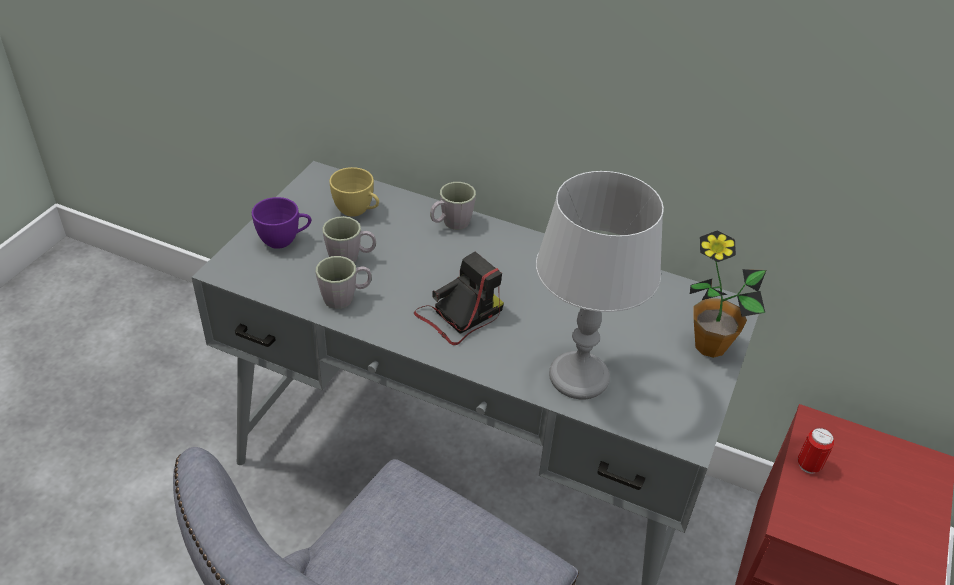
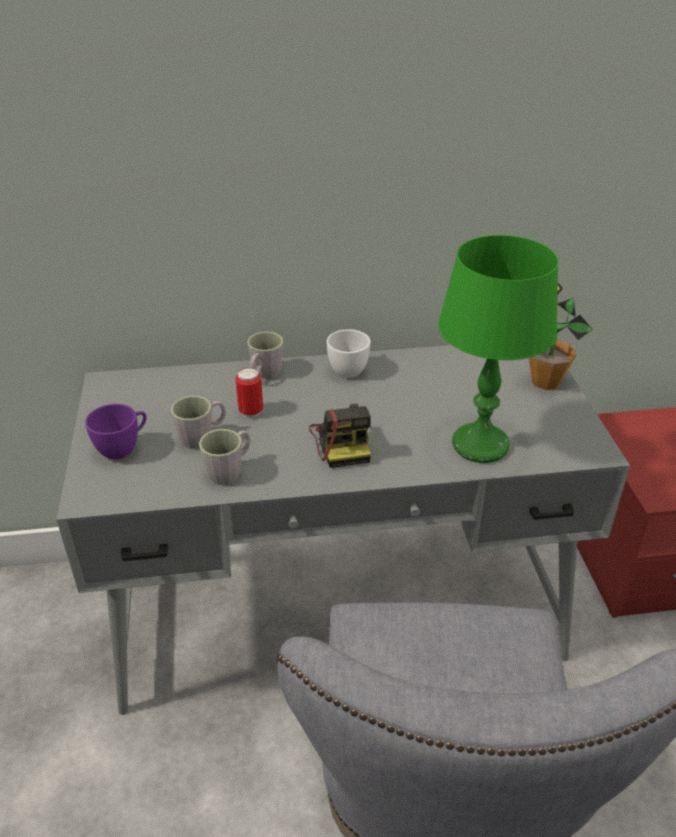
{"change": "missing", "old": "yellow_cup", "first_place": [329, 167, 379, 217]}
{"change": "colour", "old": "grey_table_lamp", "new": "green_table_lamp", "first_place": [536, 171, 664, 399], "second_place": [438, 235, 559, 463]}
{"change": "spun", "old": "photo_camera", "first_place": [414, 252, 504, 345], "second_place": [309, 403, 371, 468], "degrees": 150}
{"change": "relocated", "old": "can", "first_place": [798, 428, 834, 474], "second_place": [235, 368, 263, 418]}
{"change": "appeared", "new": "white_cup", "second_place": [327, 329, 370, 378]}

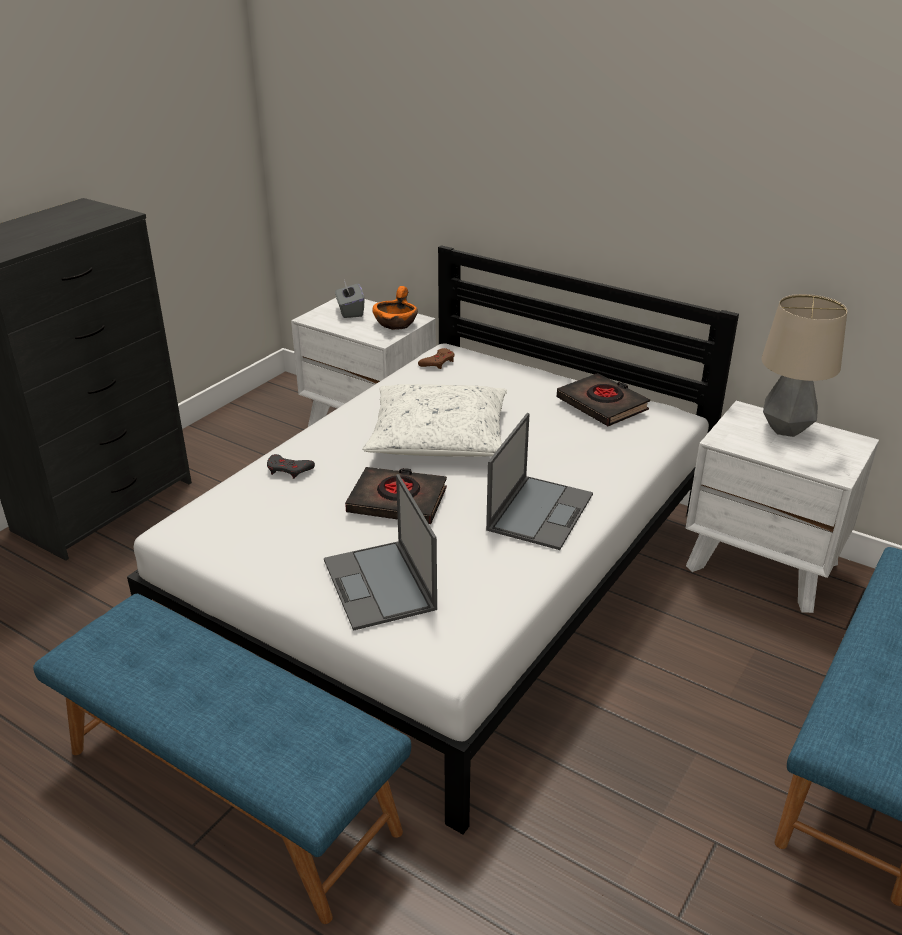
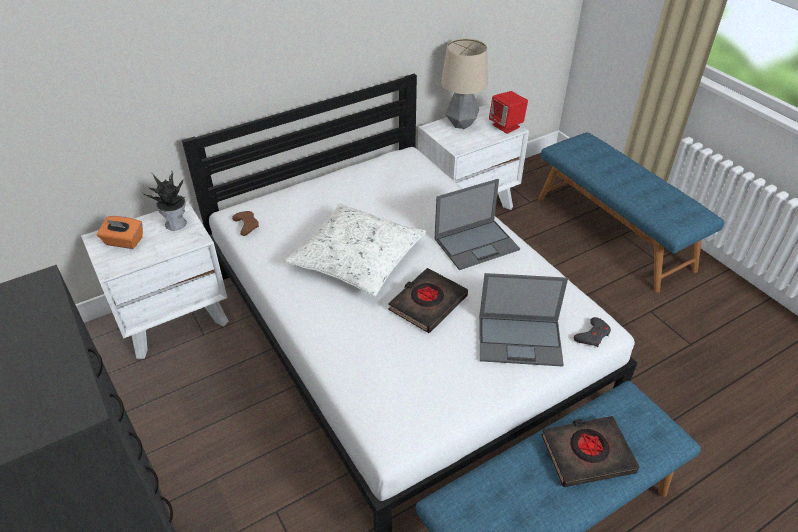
{"change": "colour", "old": "grey_tissue_box", "new": "orange_tissue_box", "first_place": [335, 280, 365, 318], "second_place": [97, 216, 143, 249]}
{"change": "exchanged", "old": "orange_bowl", "new": "potted_plant", "first_place": [372, 286, 418, 330], "second_place": [142, 172, 187, 230]}
{"change": "relocated", "old": "black_book", "first_place": [557, 373, 650, 426], "second_place": [541, 416, 640, 487]}
{"change": "spun", "old": "laptop", "first_place": [486, 413, 593, 550], "second_place": [434, 179, 520, 270], "degrees": 105}
{"change": "relocated", "old": "grey_game_controller", "first_place": [267, 454, 315, 479], "second_place": [574, 317, 611, 347]}
{"change": "appeared", "new": "red_speaker", "second_place": [489, 91, 528, 134]}

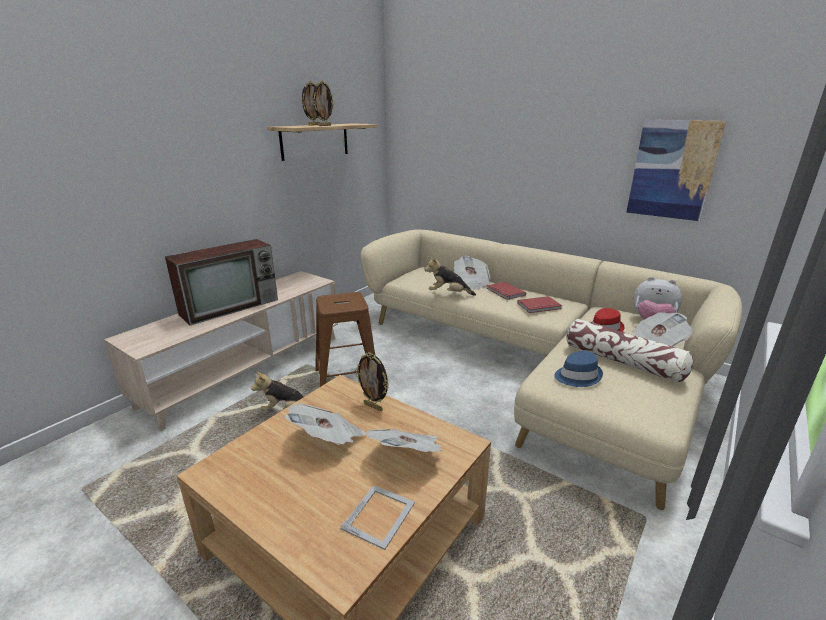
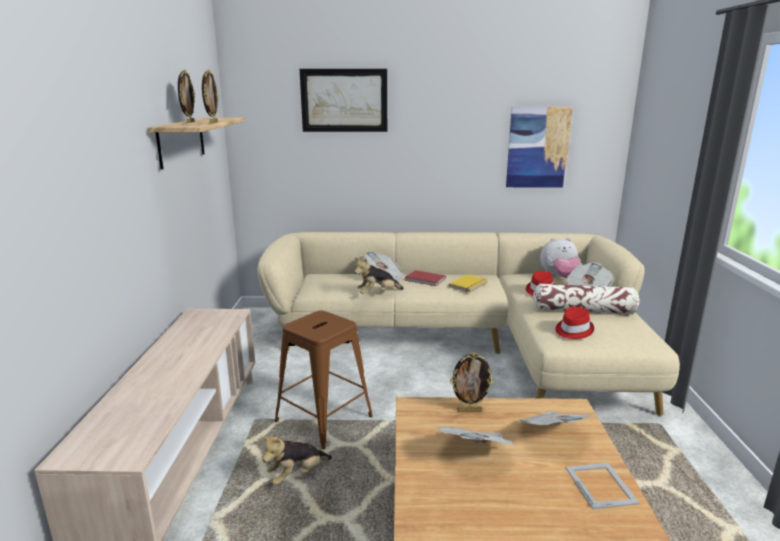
{"change": "missing", "old": "television", "first_place": [165, 239, 278, 325]}
{"change": "colour", "old": "red_book", "new": "yellow_book", "first_place": [517, 296, 562, 313], "second_place": [448, 274, 488, 293]}
{"change": "colour", "old": "blue_hat", "new": "red_hat", "first_place": [554, 351, 603, 387], "second_place": [555, 307, 594, 339]}
{"change": "appeared", "new": "picture", "second_place": [300, 69, 387, 132]}

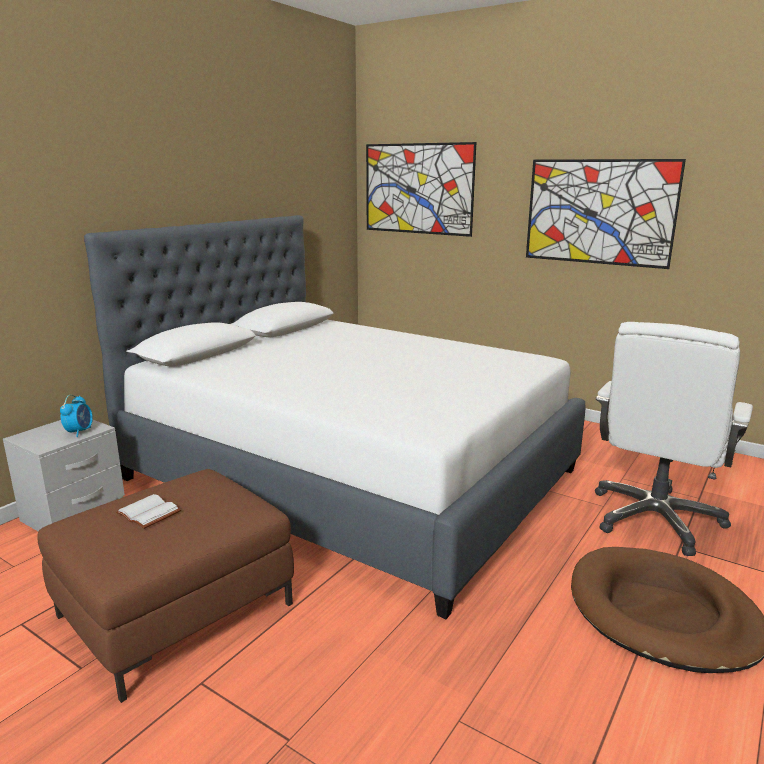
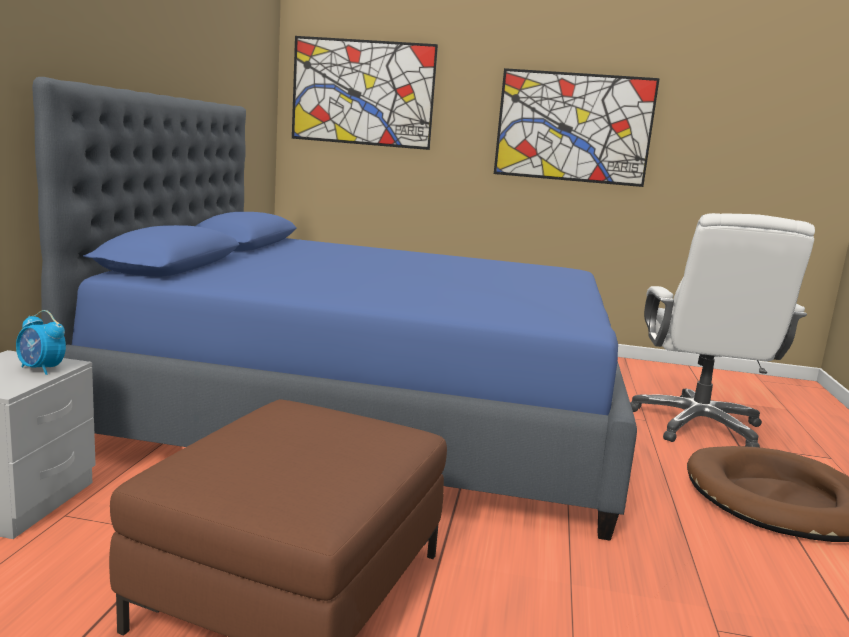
{"change": "colour", "old": "white_bed", "new": "blue_bed", "first_place": [84, 215, 585, 619], "second_place": [32, 77, 637, 541]}
{"change": "spun", "old": "alarm_clock", "first_place": [60, 395, 93, 437], "second_place": [16, 310, 66, 375], "degrees": 135}
{"change": "missing", "old": "white_book", "first_place": [116, 494, 181, 529]}

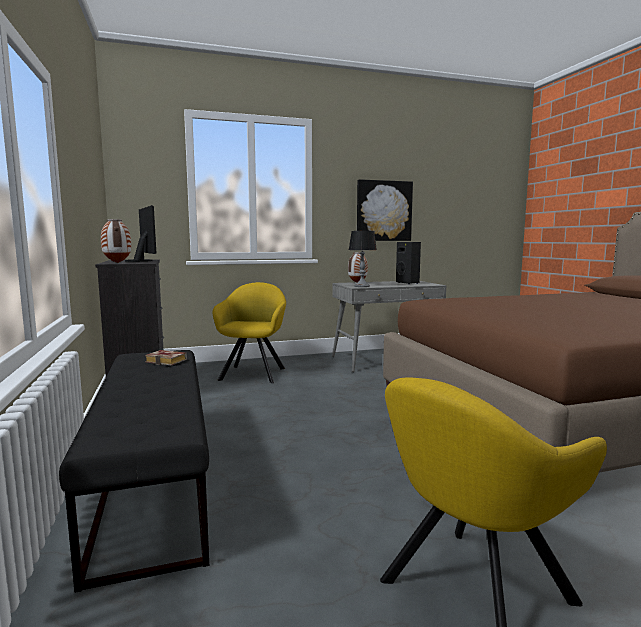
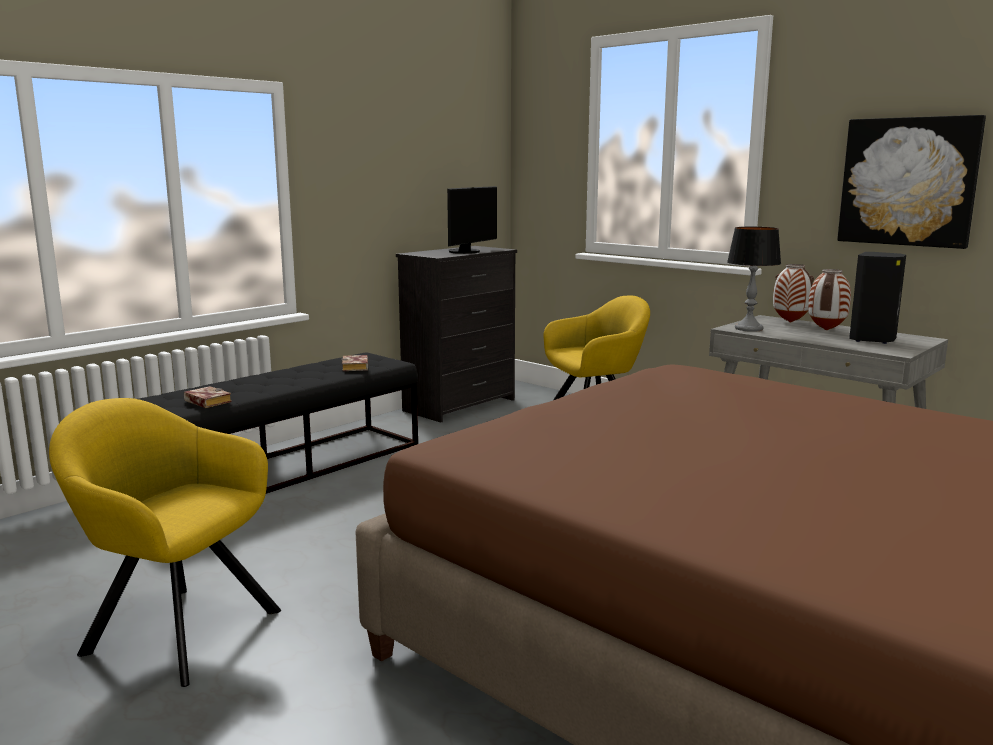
{"change": "relocated", "old": "vase", "first_place": [101, 219, 131, 263], "second_place": [808, 269, 851, 330]}
{"change": "appeared", "new": "book", "second_place": [184, 386, 232, 408]}

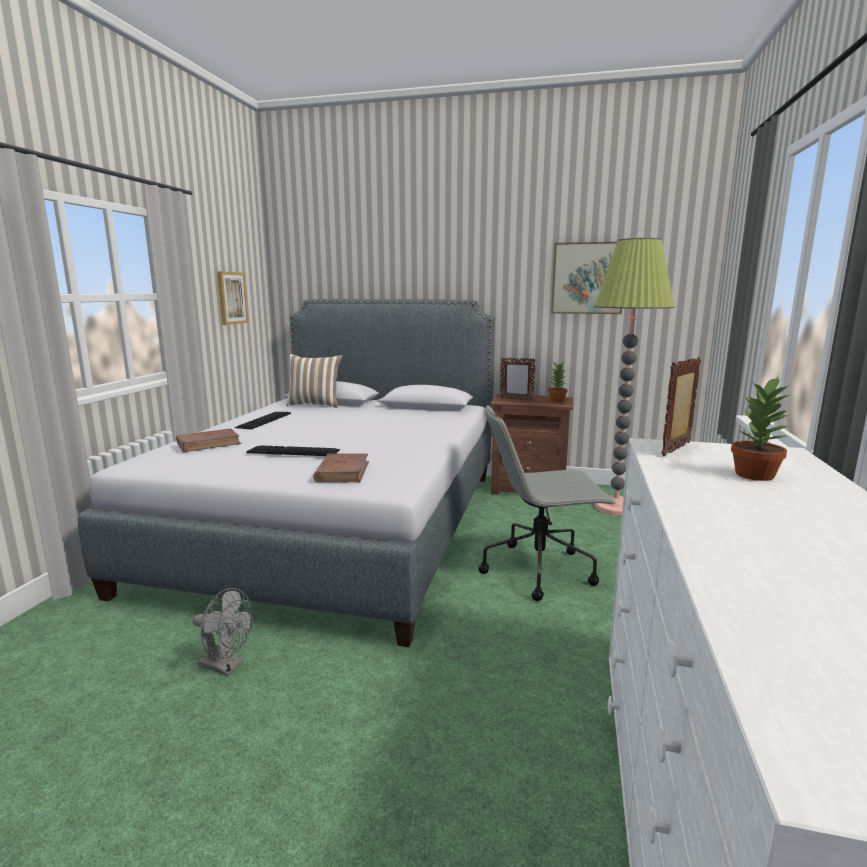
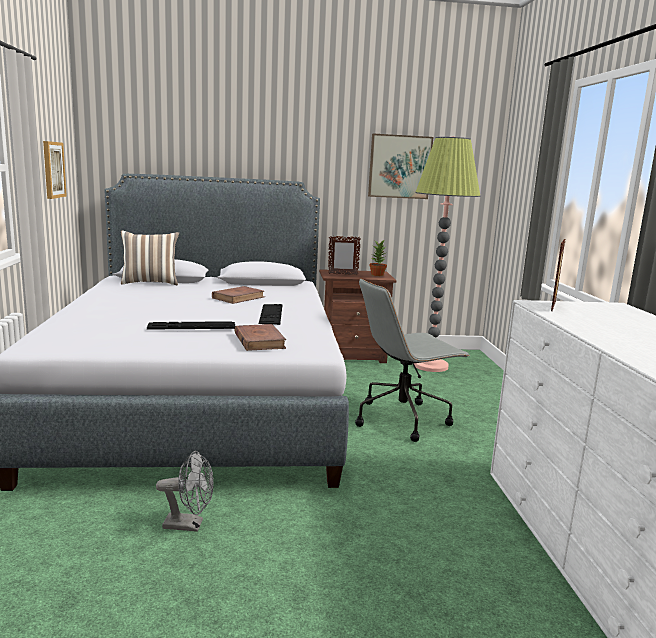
{"change": "missing", "old": "potted_plant", "first_place": [731, 377, 790, 481]}
{"change": "relocated", "old": "keyboard", "first_place": [234, 412, 291, 429], "second_place": [259, 304, 282, 325]}
{"change": "relocated", "old": "brown_book", "first_place": [176, 428, 242, 452], "second_place": [212, 286, 265, 304]}

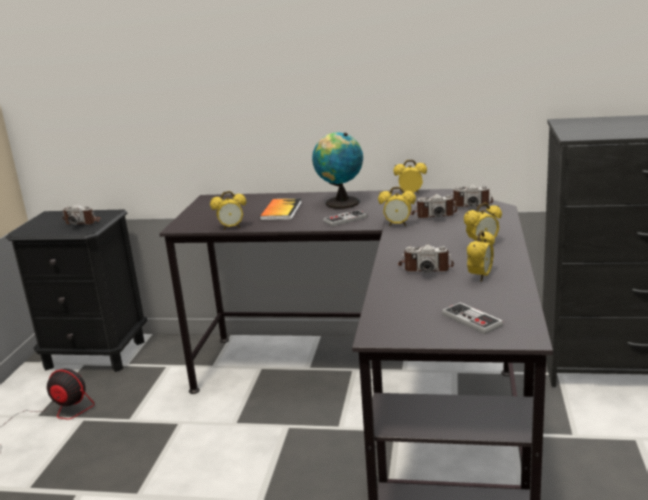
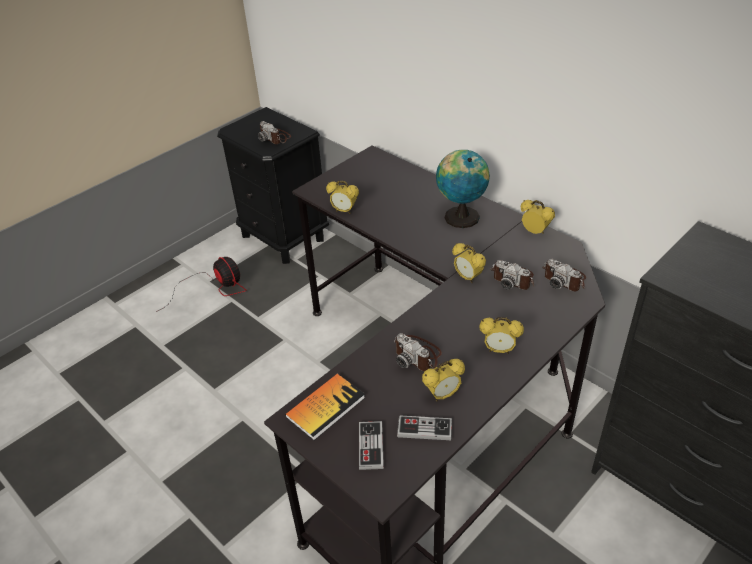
{"change": "relocated", "old": "book", "first_place": [260, 198, 302, 220], "second_place": [285, 374, 365, 440]}
{"change": "relocated", "old": "game_controller", "first_place": [323, 210, 367, 227], "second_place": [397, 415, 452, 440]}

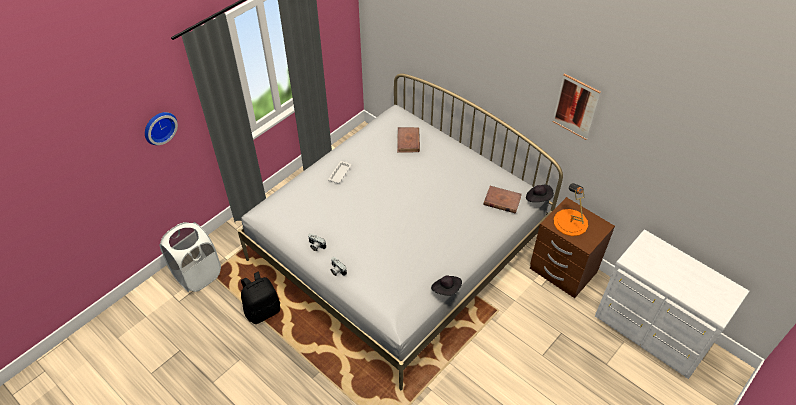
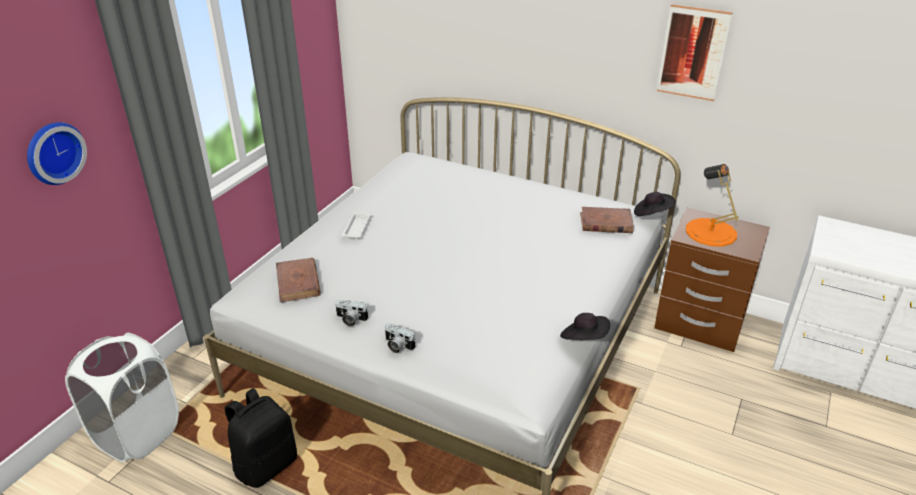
{"change": "relocated", "old": "brown_book", "first_place": [397, 127, 420, 153], "second_place": [276, 258, 321, 302]}

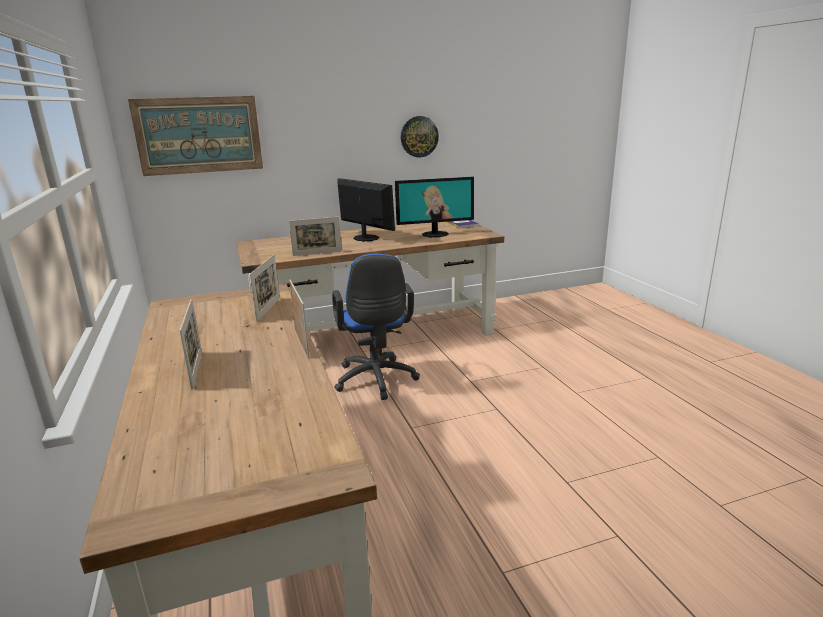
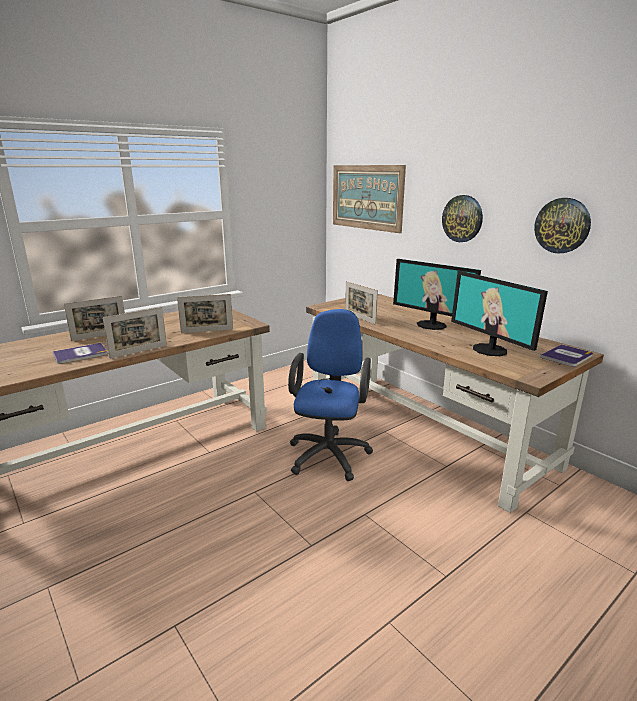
{"change": "spun", "old": "monitor", "first_place": [338, 178, 395, 241], "second_place": [393, 259, 481, 330], "degrees": 105}
{"change": "spun", "old": "blue_office_chair", "first_place": [332, 254, 420, 400], "second_place": [288, 309, 373, 481], "degrees": 135}
{"change": "appeared", "new": "wall_clock", "second_place": [442, 195, 483, 242]}
{"change": "appeared", "new": "book", "second_place": [52, 343, 108, 364]}

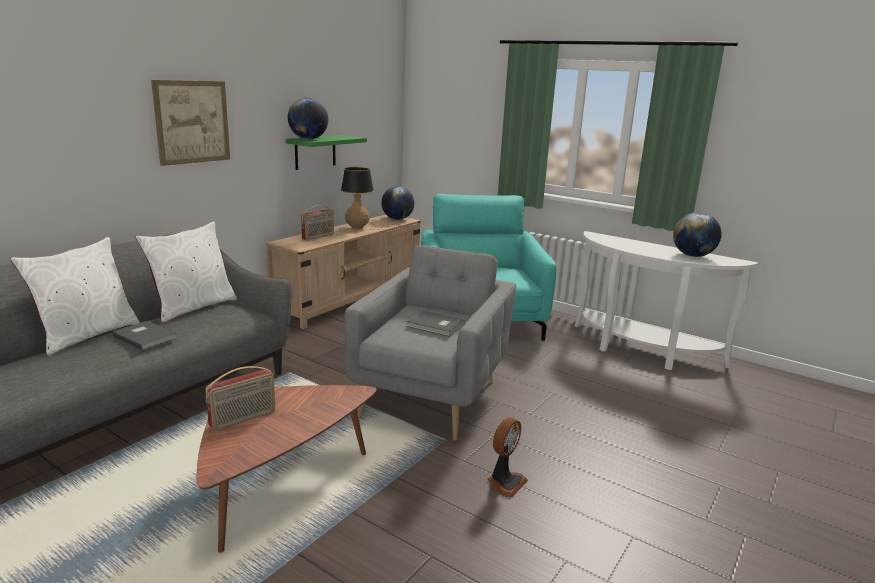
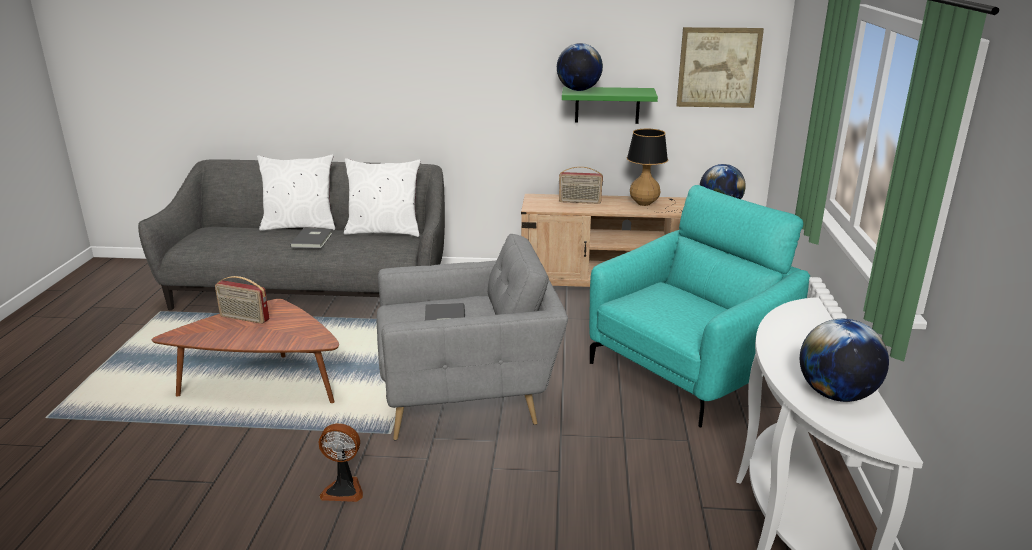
{"change": "relocated", "old": "picture", "first_place": [151, 80, 230, 166], "second_place": [676, 27, 764, 108]}

